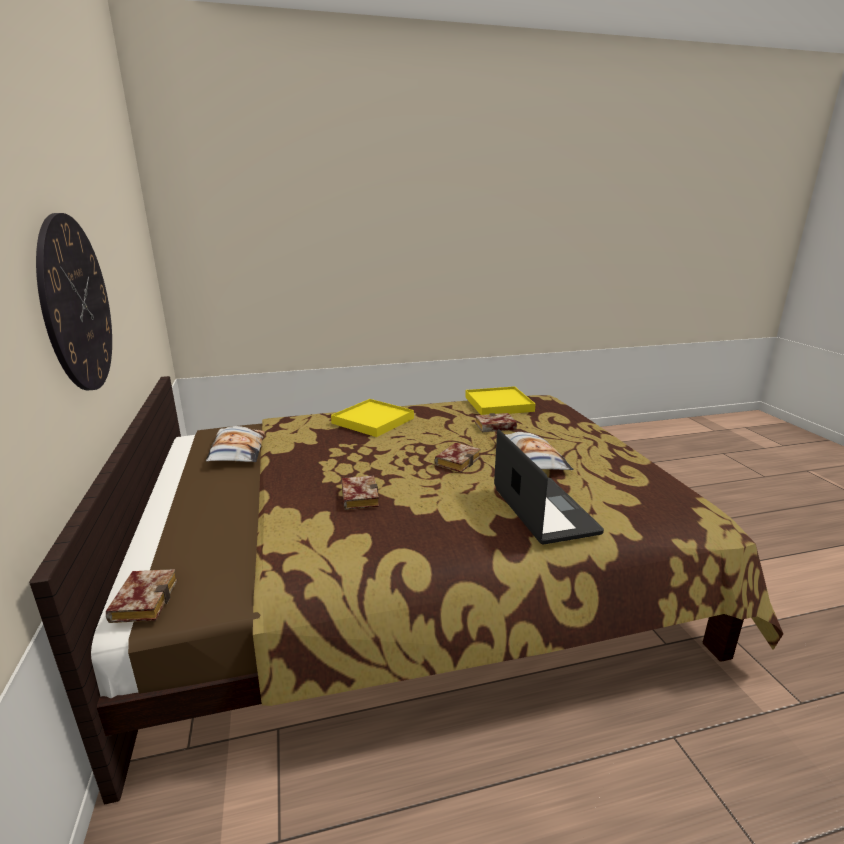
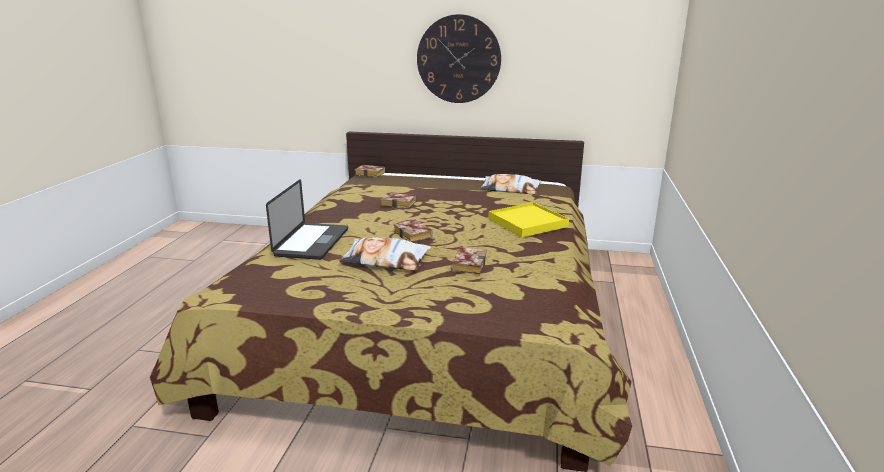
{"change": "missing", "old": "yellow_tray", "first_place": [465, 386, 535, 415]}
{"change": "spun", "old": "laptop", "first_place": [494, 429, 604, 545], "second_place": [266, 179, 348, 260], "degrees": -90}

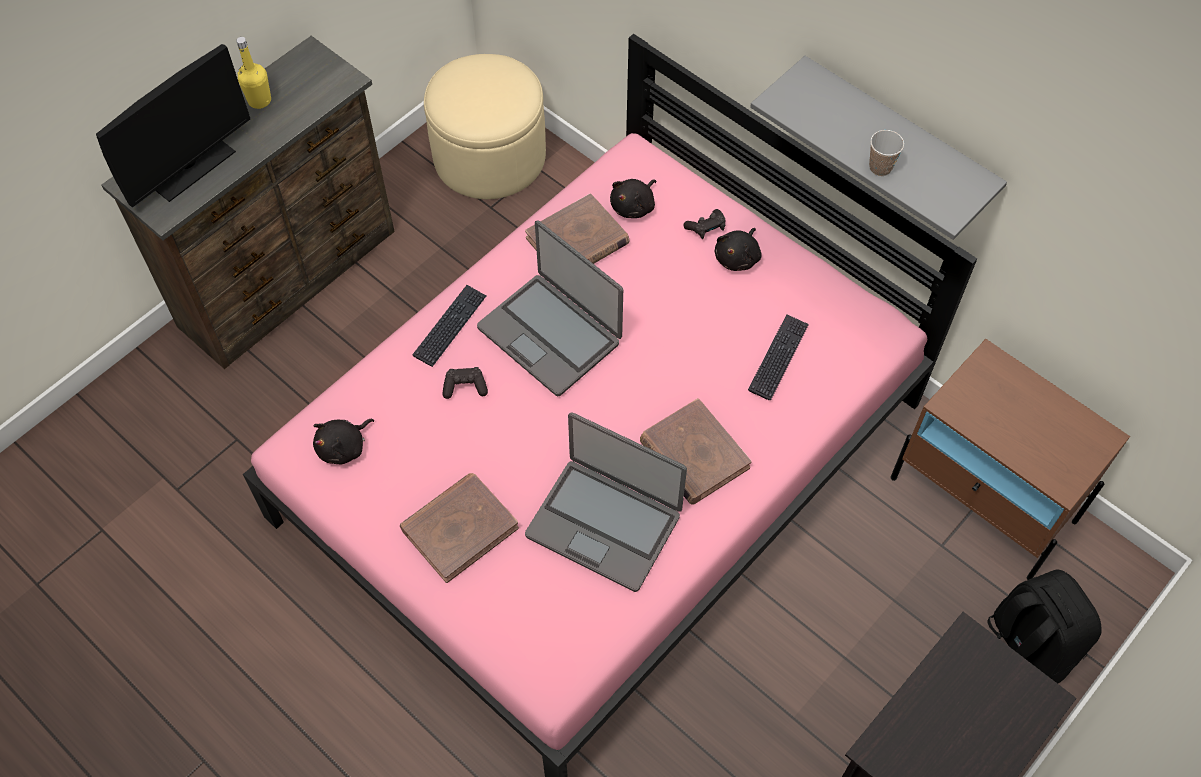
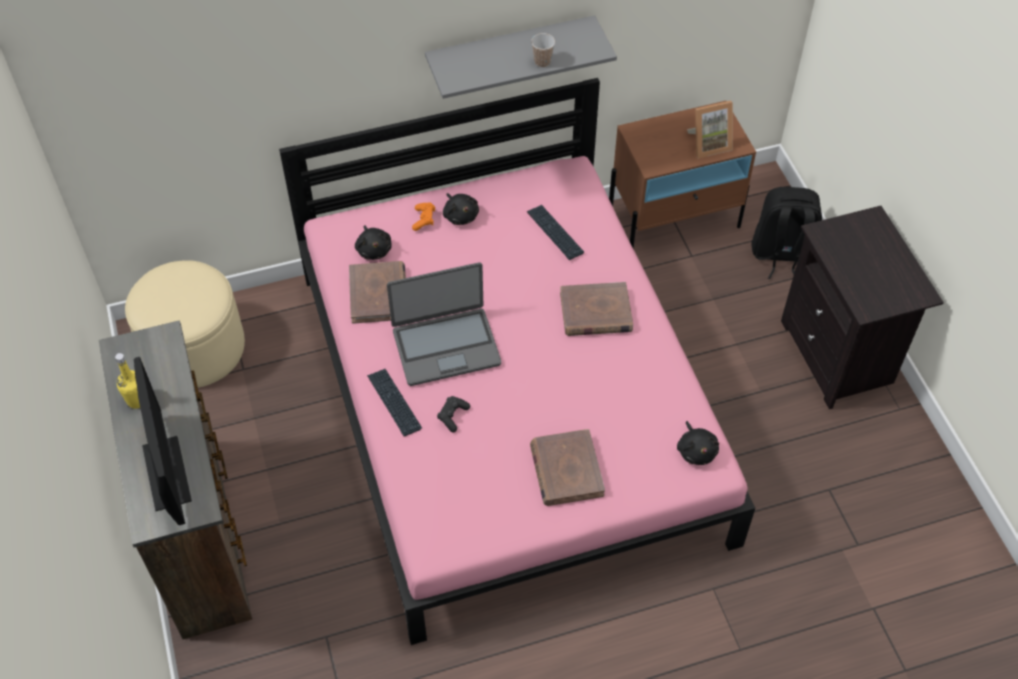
{"change": "colour", "old": "black_game_controller", "new": "orange_game_controller", "first_place": [683, 209, 725, 239], "second_place": [412, 202, 435, 231]}
{"change": "missing", "old": "laptop", "first_place": [525, 413, 687, 592]}
{"change": "relocated", "old": "black_plush_toy", "first_place": [313, 419, 374, 464], "second_place": [677, 421, 719, 465]}
{"change": "appeared", "new": "picture_frame", "second_place": [687, 101, 733, 159]}

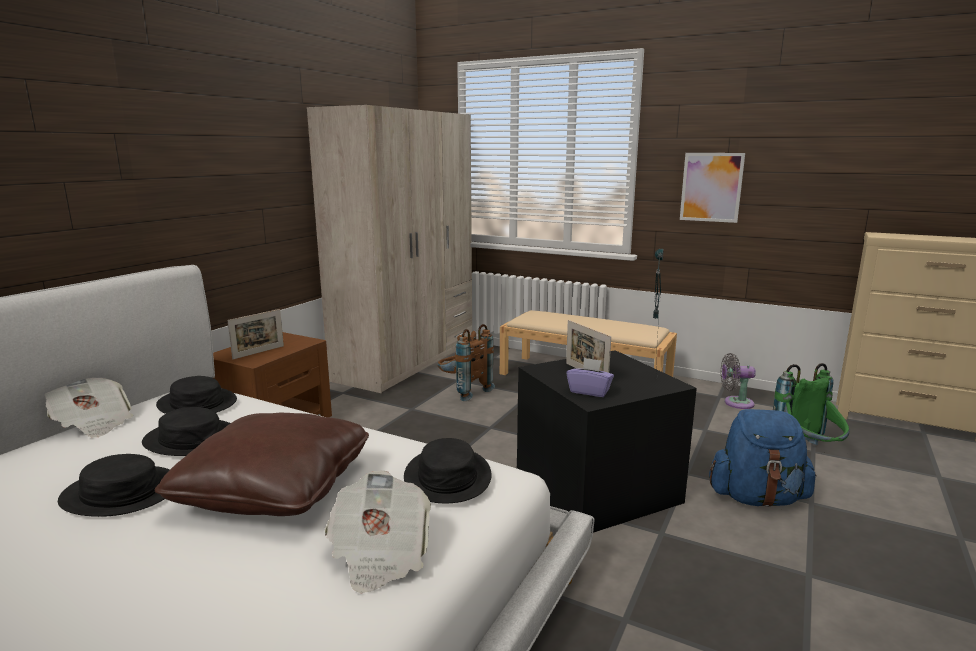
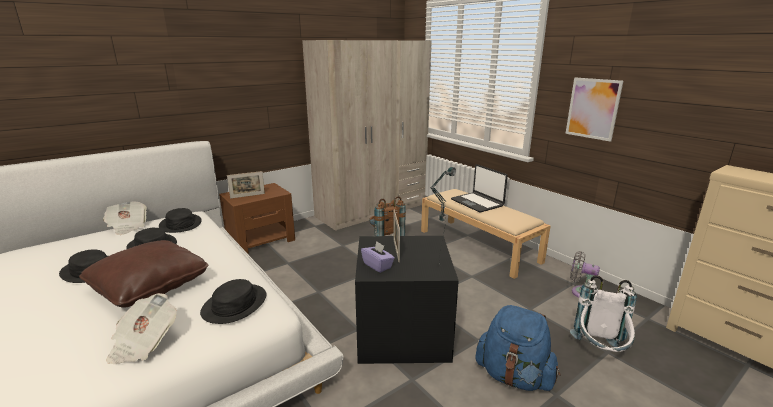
{"change": "colour", "old": "green_backpack", "new": "white_backpack", "first_place": [773, 363, 850, 445], "second_place": [570, 275, 637, 352]}
{"change": "appeared", "new": "laptop", "second_place": [451, 164, 508, 212]}

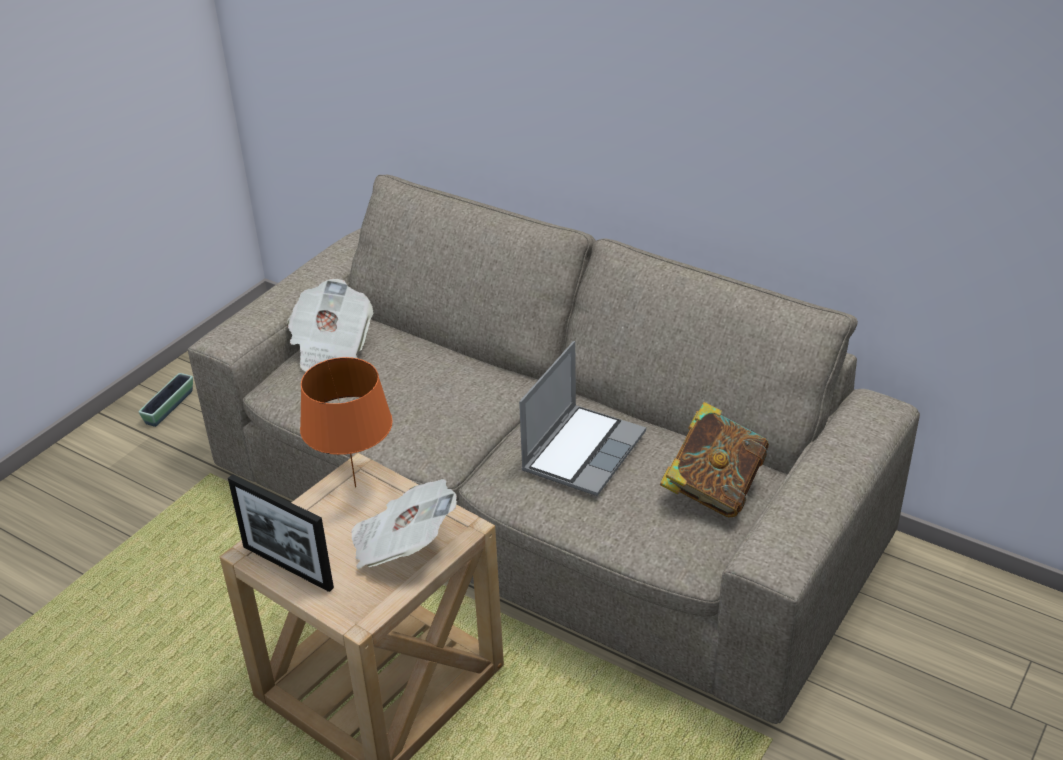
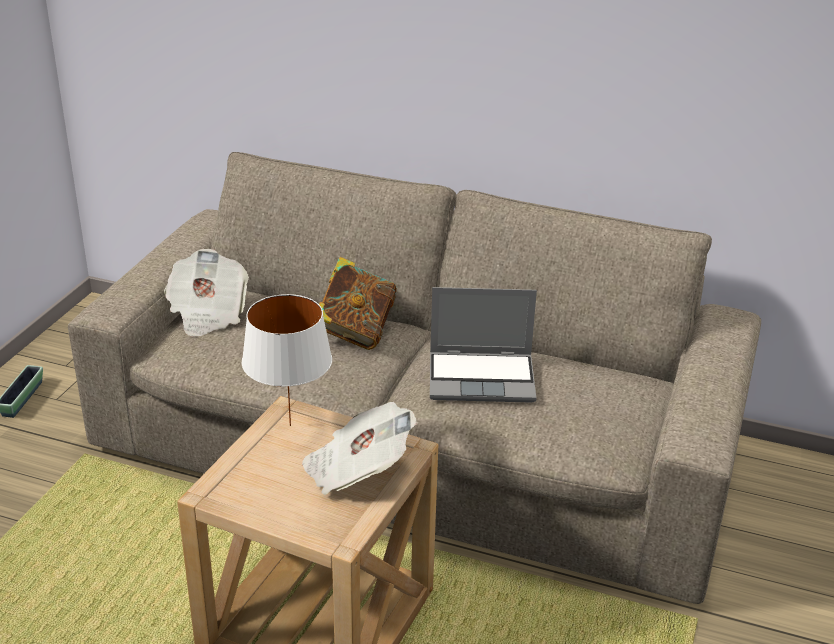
{"change": "spun", "old": "laptop", "first_place": [519, 341, 646, 496], "second_place": [430, 287, 537, 403], "degrees": 75}
{"change": "colour", "old": "orange_table_lamp", "new": "white_table_lamp", "first_place": [300, 357, 393, 488], "second_place": [242, 294, 332, 426]}
{"change": "relocated", "old": "book", "first_place": [660, 402, 769, 517], "second_place": [319, 257, 397, 350]}
{"change": "missing", "old": "picture_frame", "first_place": [228, 474, 334, 592]}

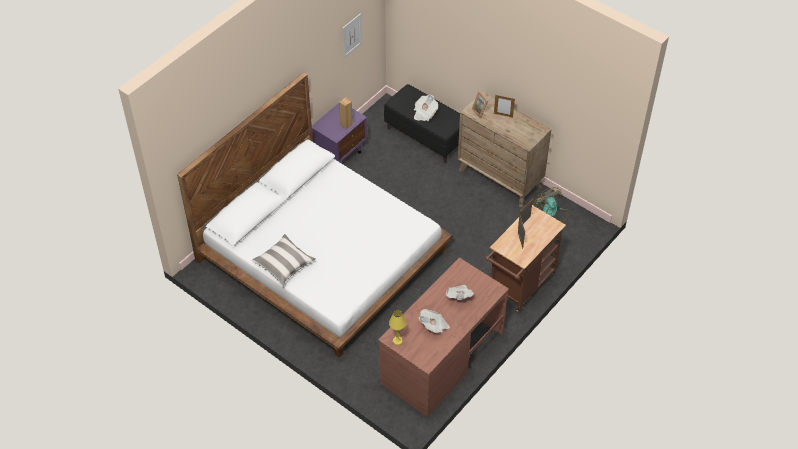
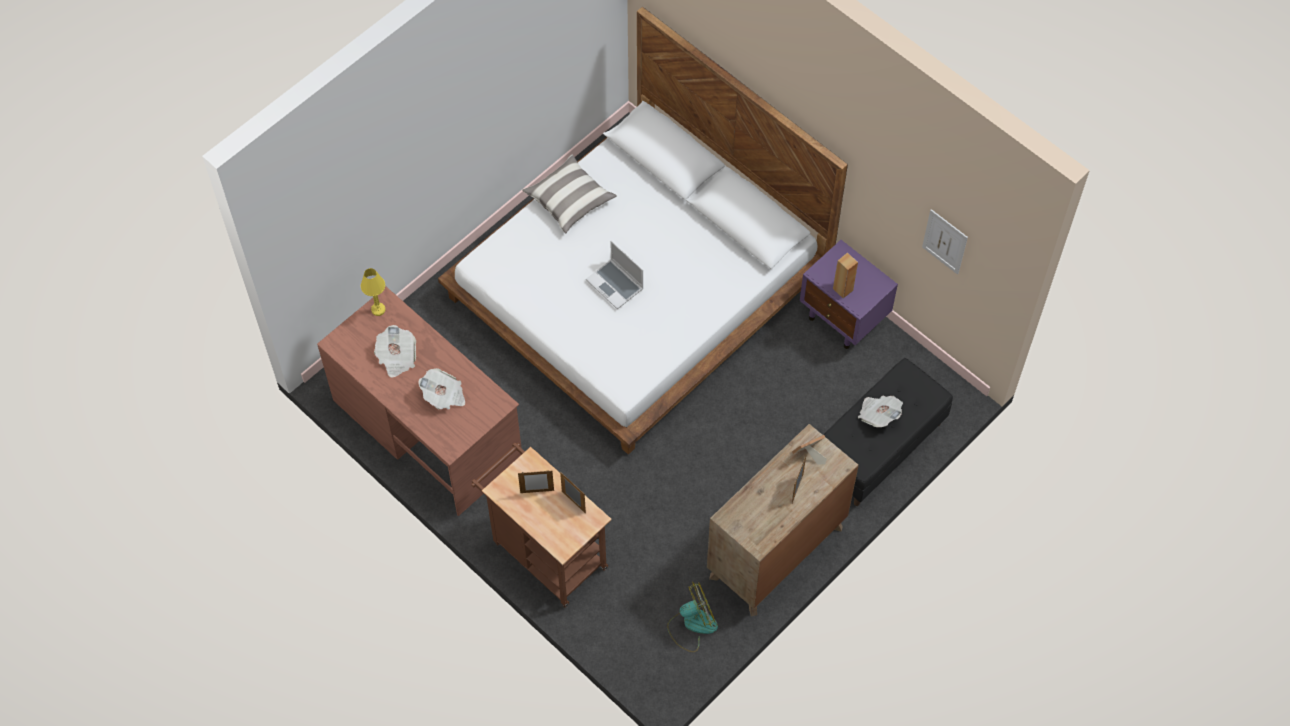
{"change": "appeared", "new": "laptop", "second_place": [586, 241, 644, 309]}

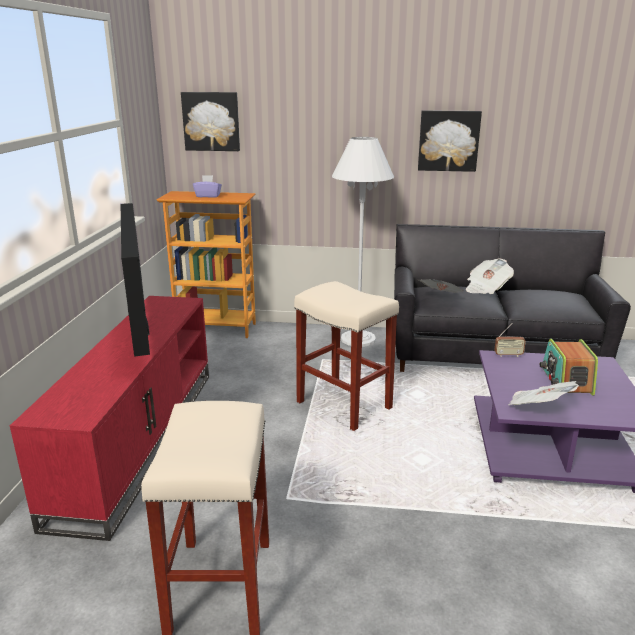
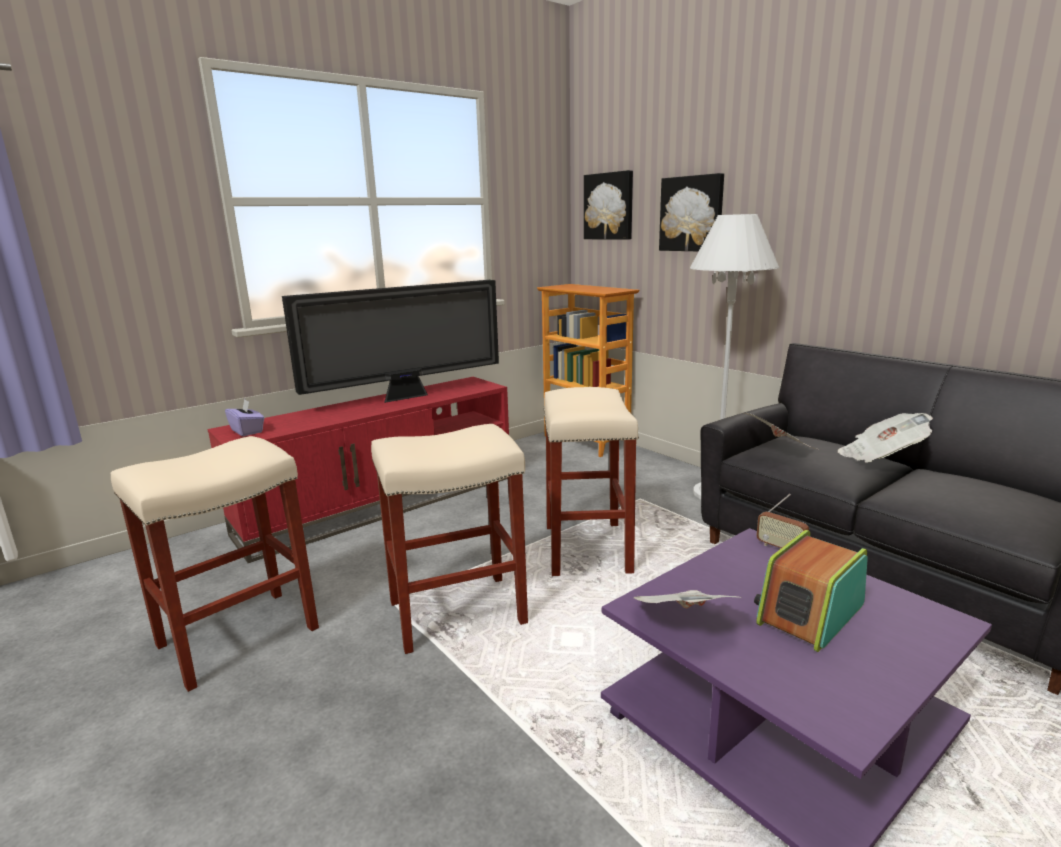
{"change": "relocated", "old": "picture", "first_place": [418, 110, 482, 172], "second_place": [659, 173, 724, 251]}
{"change": "relocated", "old": "purple_tissue_box", "first_place": [193, 175, 222, 198], "second_place": [225, 399, 264, 437]}
{"change": "spun", "old": "television", "first_place": [121, 203, 150, 357], "second_place": [282, 280, 499, 403], "degrees": -150}
{"change": "appeared", "new": "beige_stool", "second_place": [371, 424, 528, 654]}

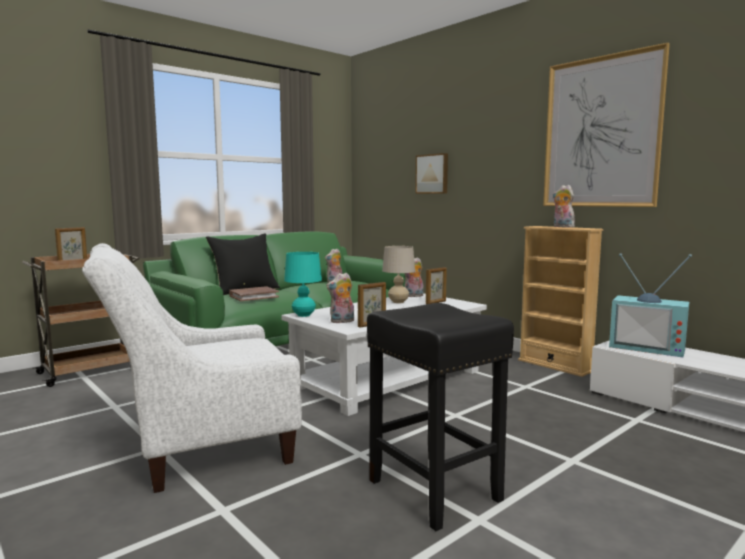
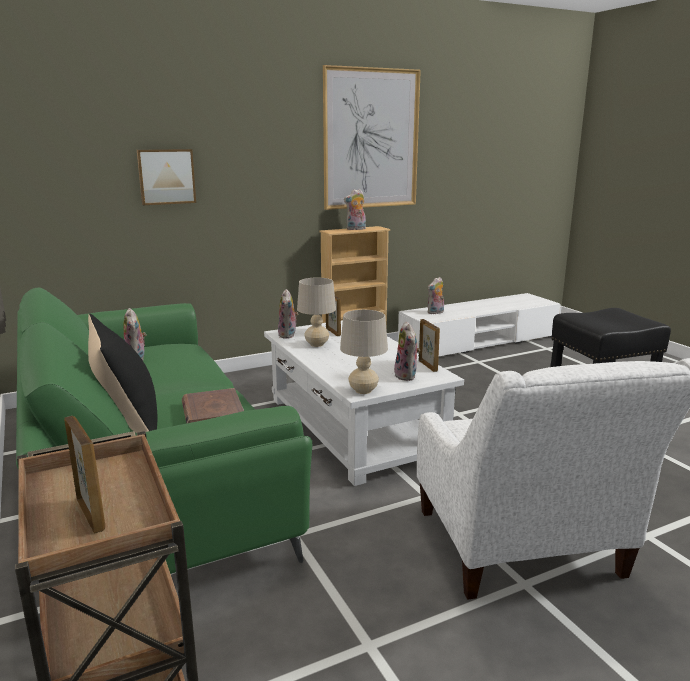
{"change": "colour", "old": "turquoise_table_lamp", "new": "beige_table_lamp", "first_place": [284, 252, 322, 317], "second_place": [340, 310, 388, 394]}
{"change": "exchanged", "old": "television", "new": "plush_toy", "first_place": [609, 253, 692, 357], "second_place": [428, 277, 444, 314]}

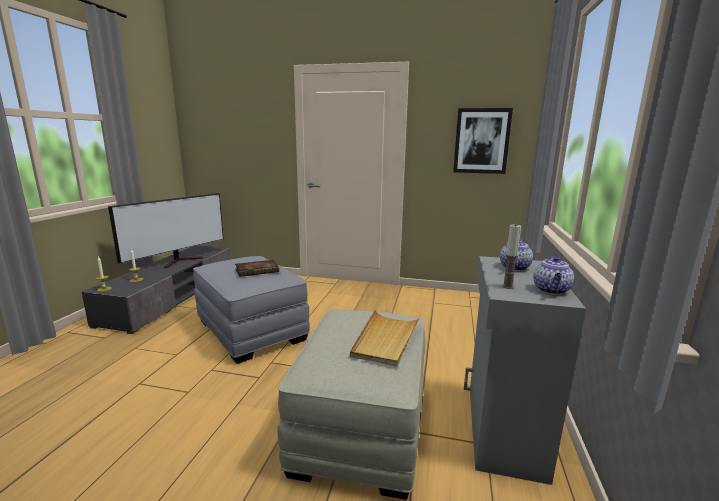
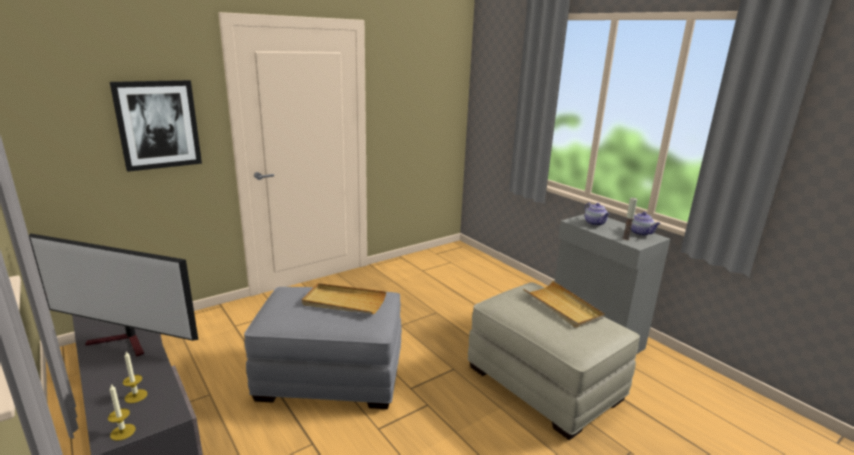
{"change": "relocated", "old": "picture", "first_place": [453, 108, 513, 174], "second_place": [110, 80, 202, 172]}
{"change": "spun", "old": "television", "first_place": [108, 193, 224, 268], "second_place": [29, 233, 198, 357], "degrees": 120}
{"change": "exchanged", "old": "book", "new": "beige_tray", "first_place": [235, 260, 279, 277], "second_place": [302, 283, 386, 314]}

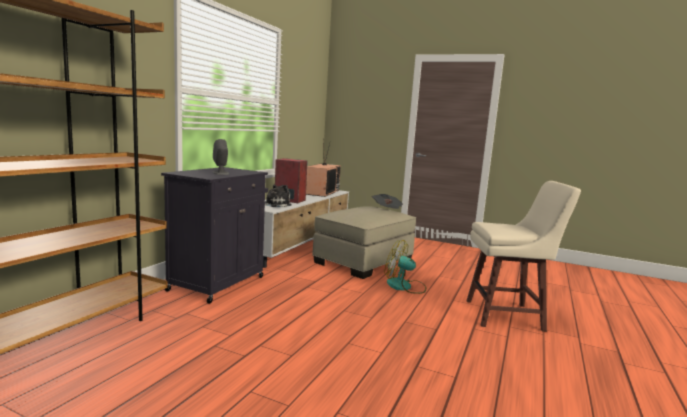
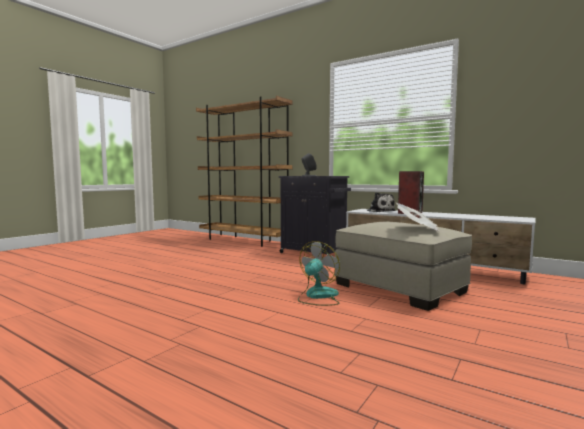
{"change": "missing", "old": "television", "first_place": [306, 139, 341, 197]}
{"change": "missing", "old": "beige_stool", "first_place": [466, 181, 581, 332]}

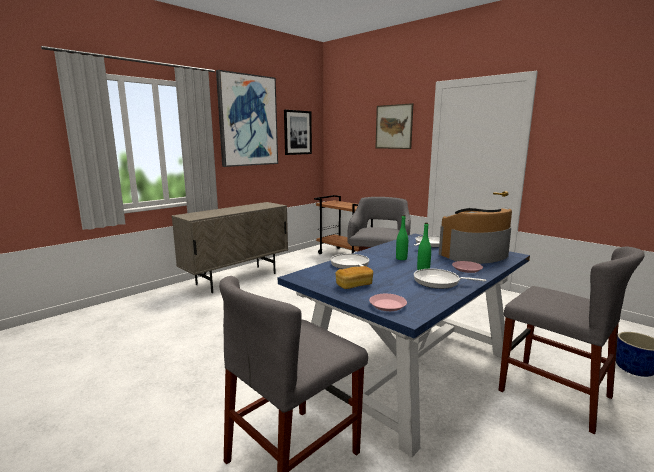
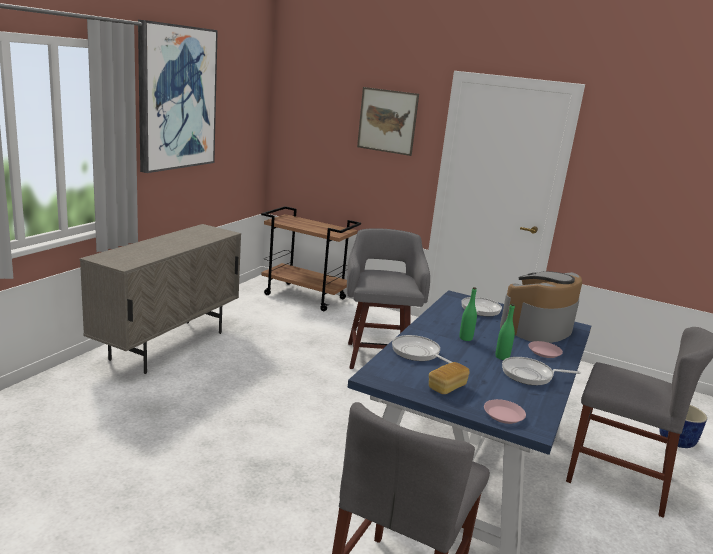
{"change": "missing", "old": "picture", "first_place": [284, 110, 312, 155]}

